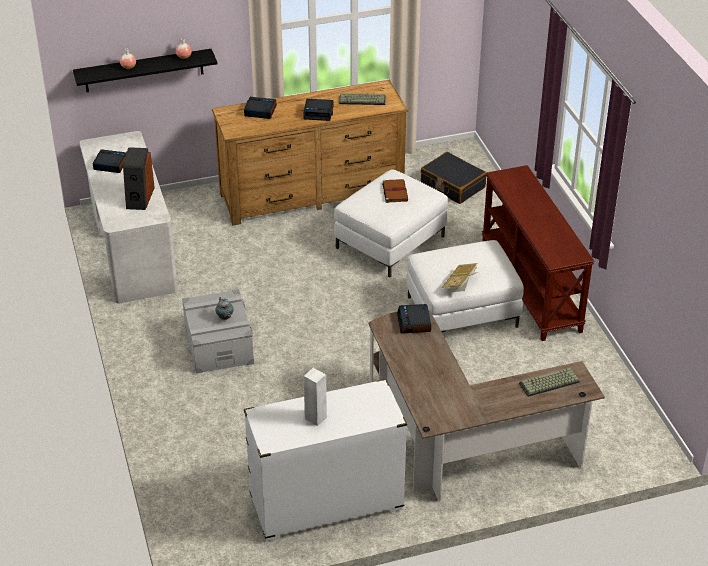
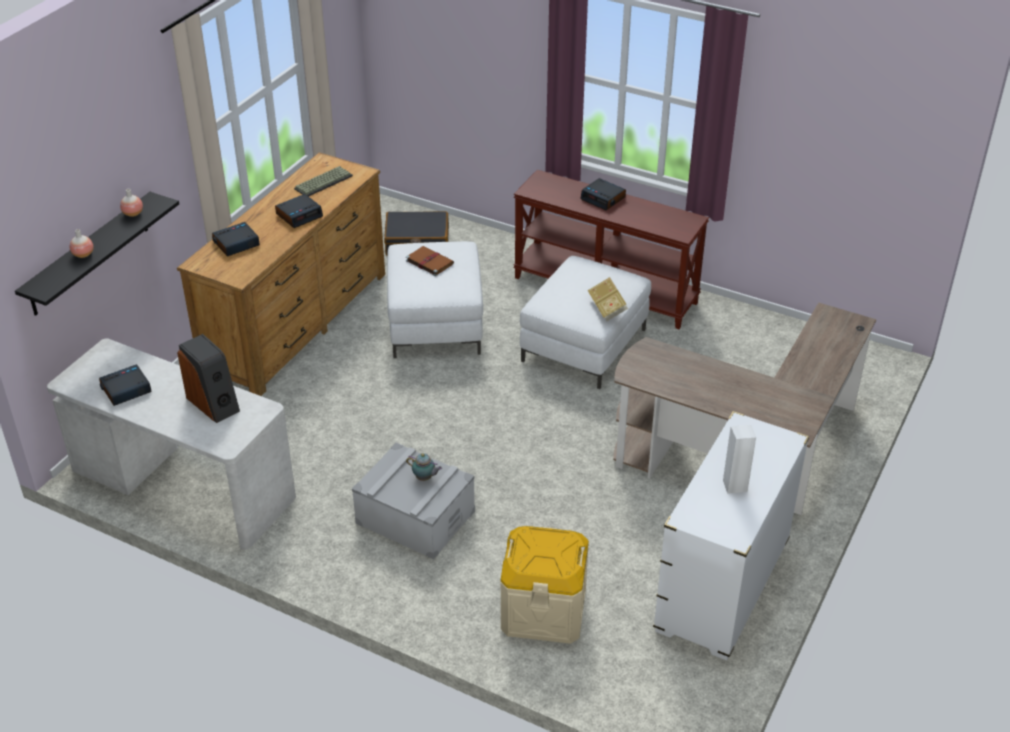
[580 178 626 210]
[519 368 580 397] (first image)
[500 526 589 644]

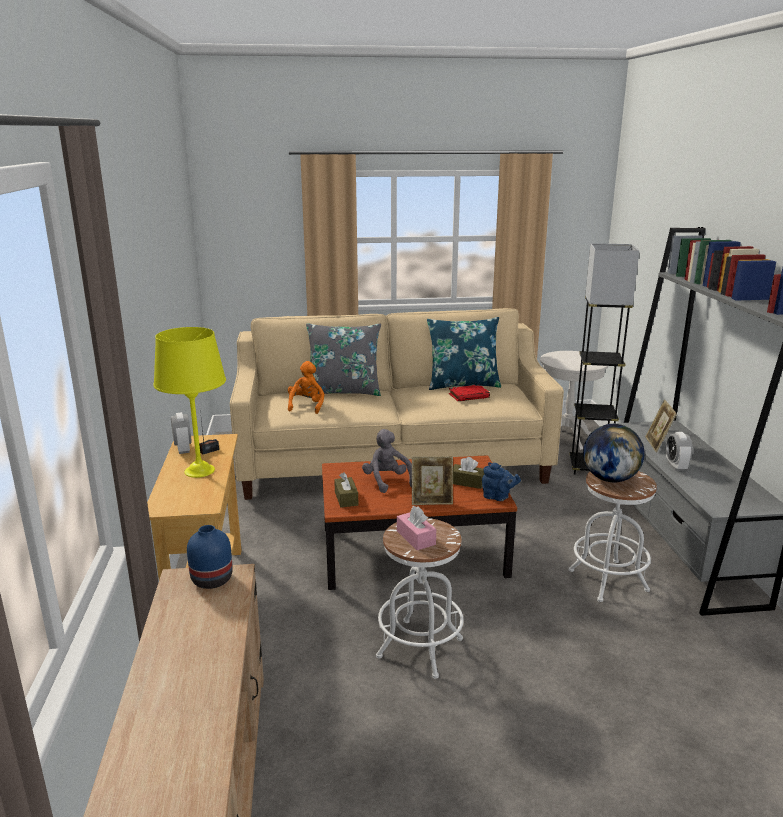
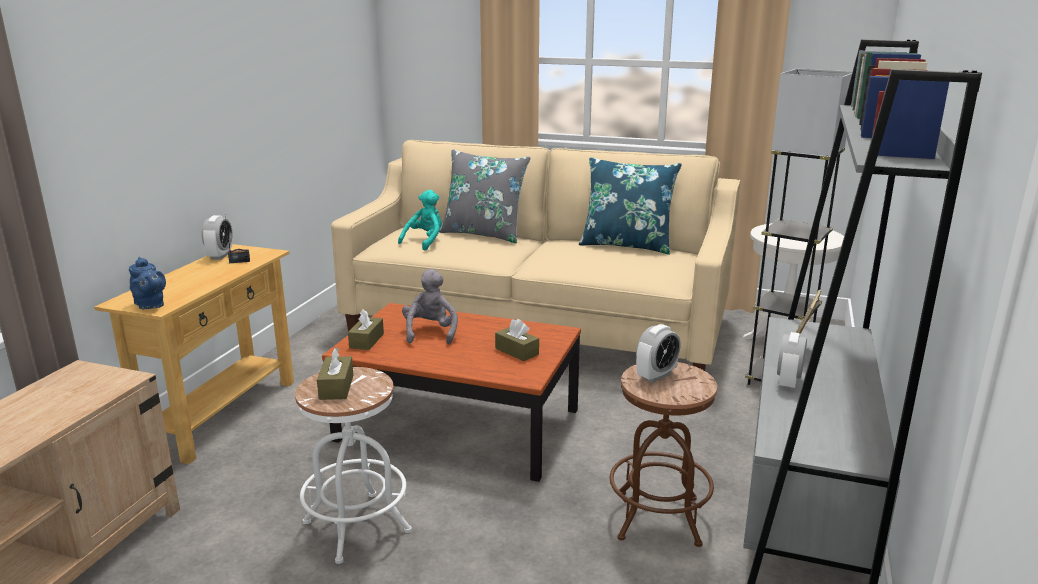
[153 327 226 478] (first image)
[398 190 442 251]
[449 385 490 401] (first image)
[636 324 681 383]
[412 456 453 505] (first image)
[129 257 166 309]
[610 362 717 547]
[317 347 353 400]
[187 525 233 589] (first image)

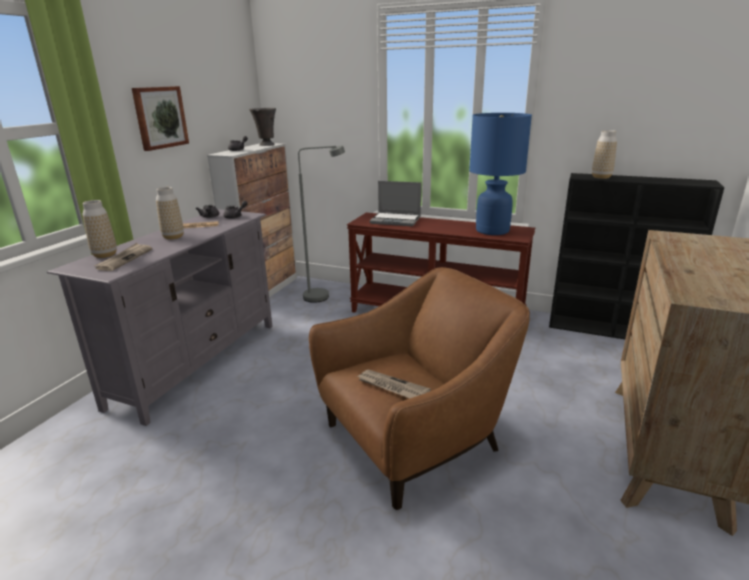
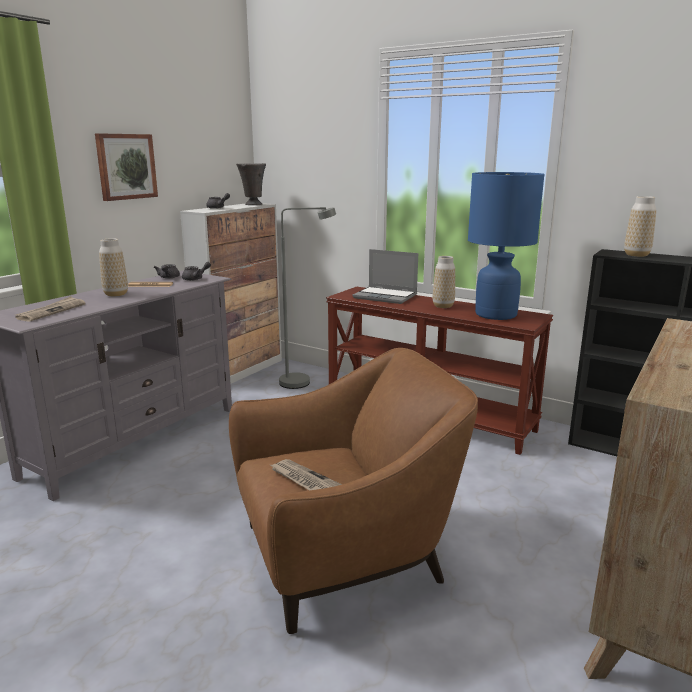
[433 256 455 308]

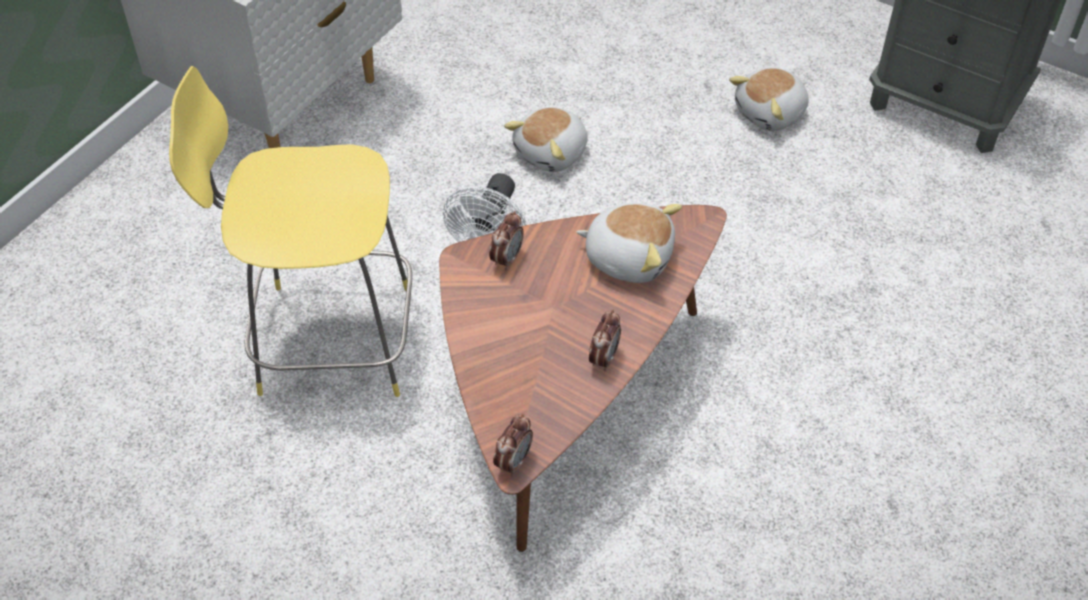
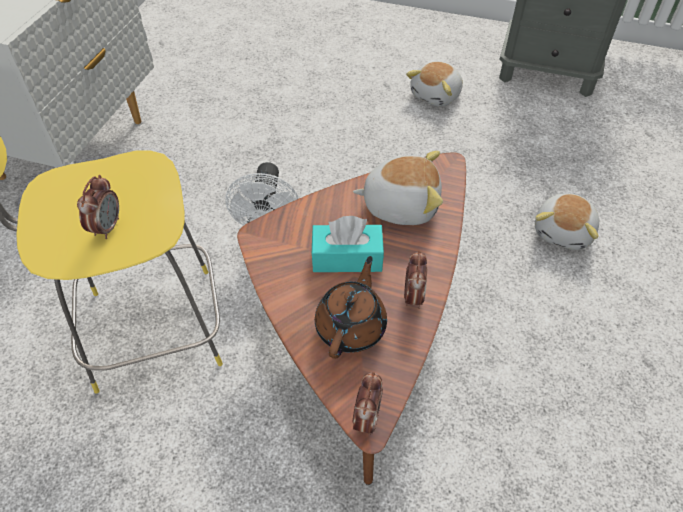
[535 193 599 250]
[77 175 119 239]
[311 216 384 272]
[315 256 387 359]

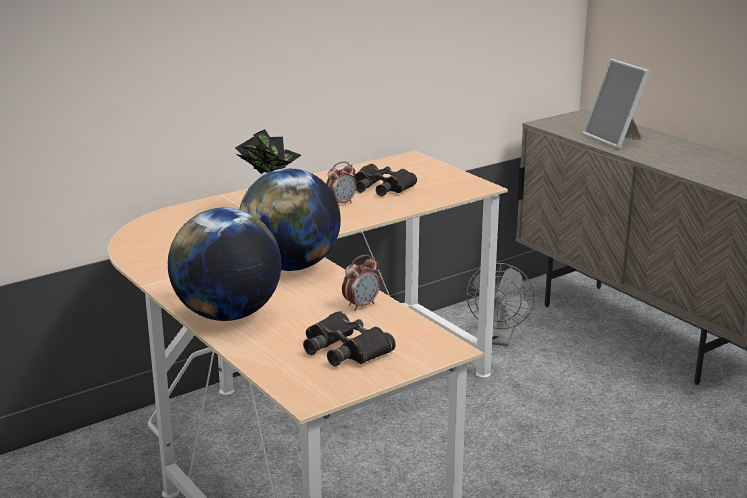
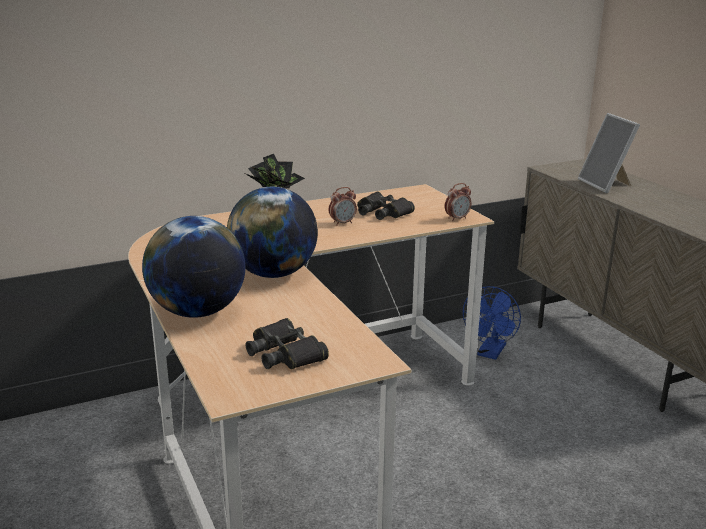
[445 183 472 221]
[463 286 521 360]

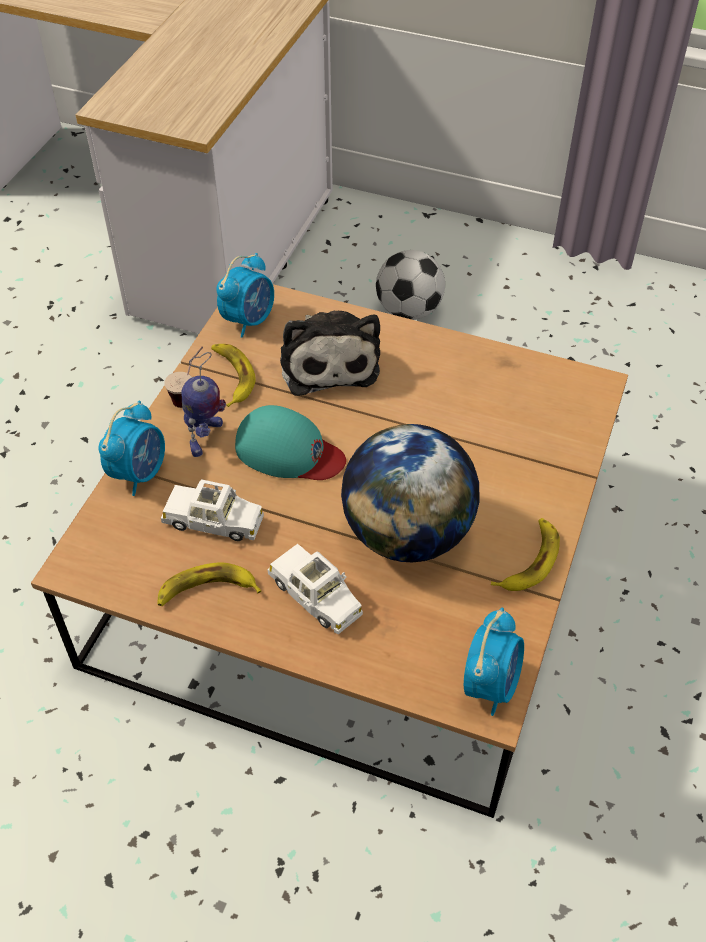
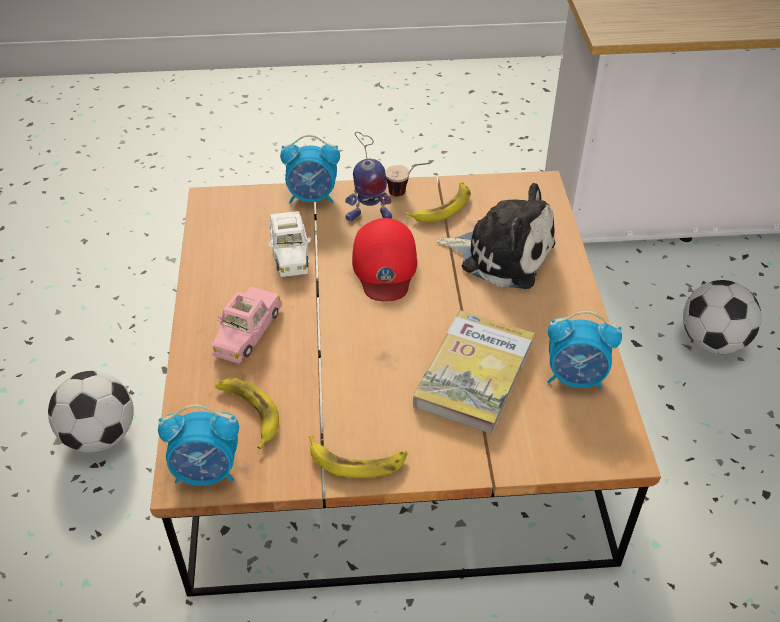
[547 311 622 389]
[436 183 555 289]
[352 218 417 302]
[341 424 480 562] (first image)
[212 287 283 364]
[215 378 279 449]
[413 310 535 434]
[48 371 134 453]

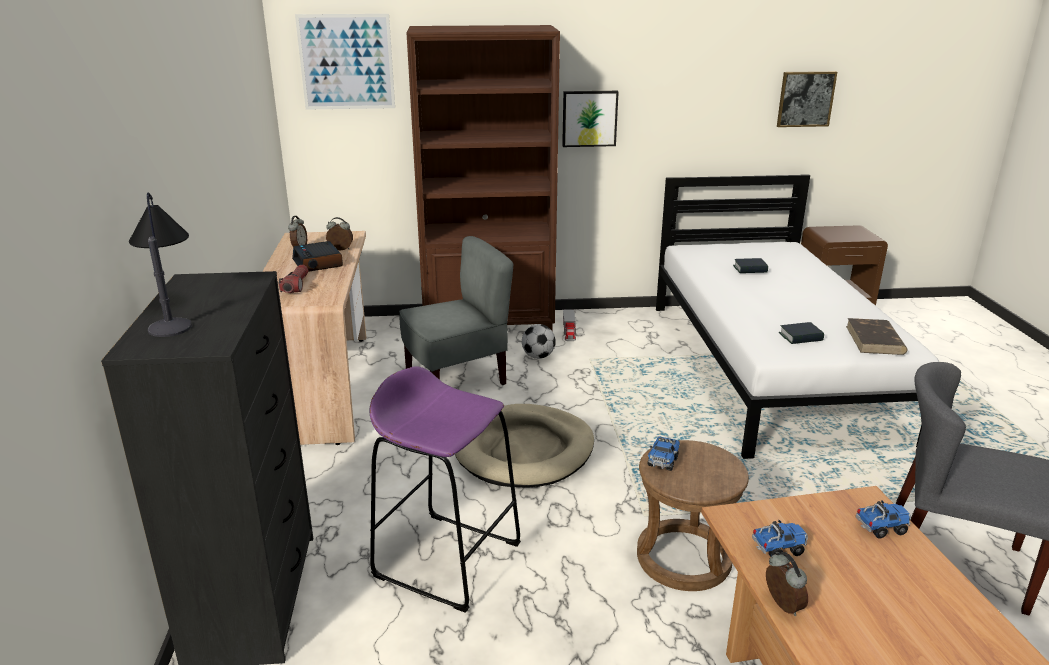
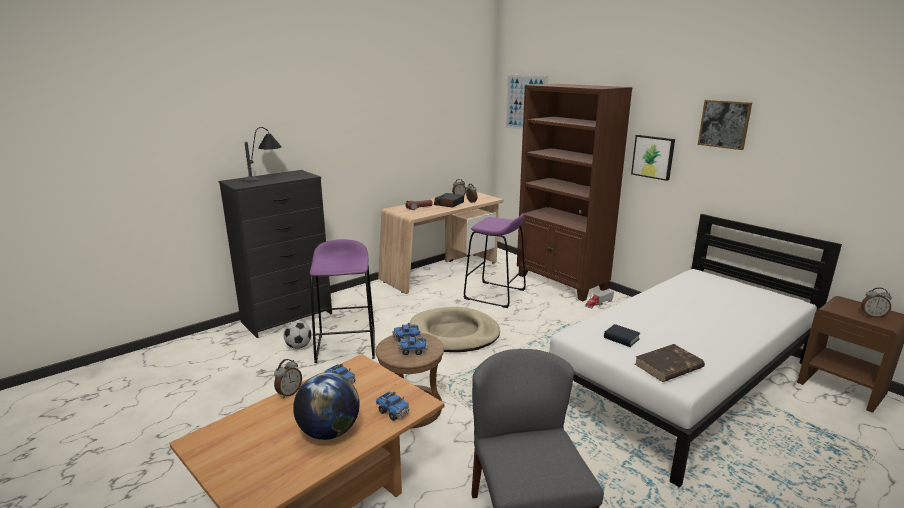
[698 100 752 150]
[464 213 526 308]
[733 258 768 273] (first image)
[284 321 312 349]
[861 287 892 318]
[398 335 428 355]
[293 373 360 440]

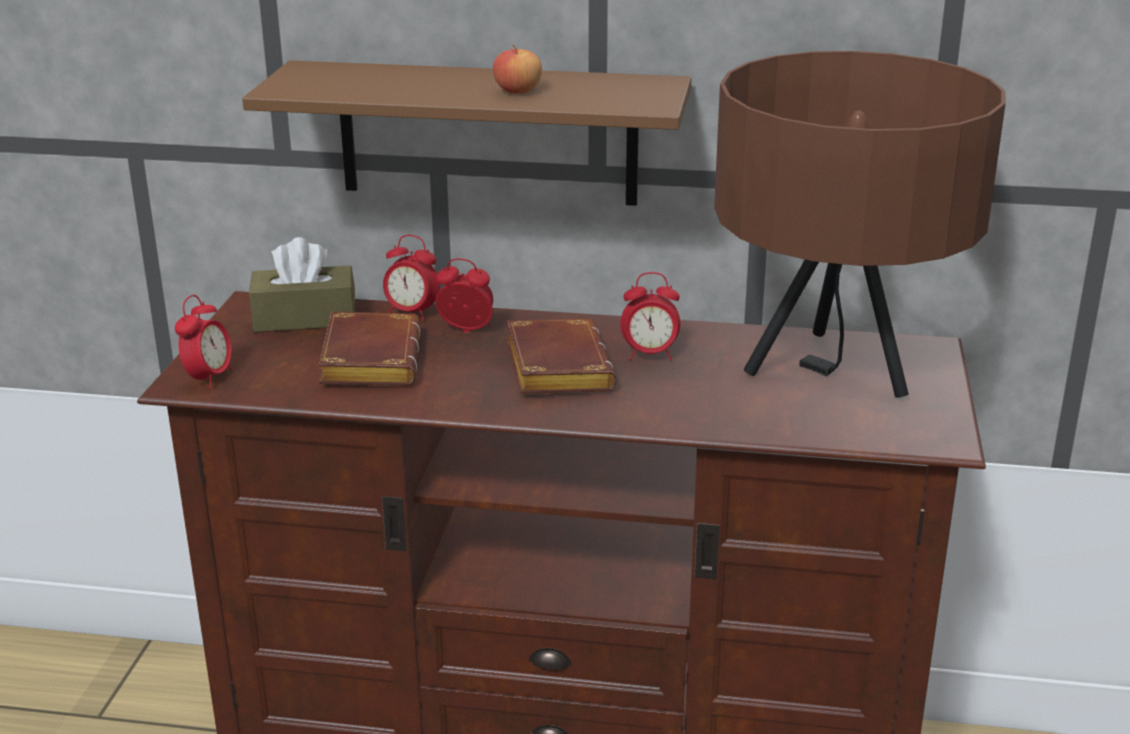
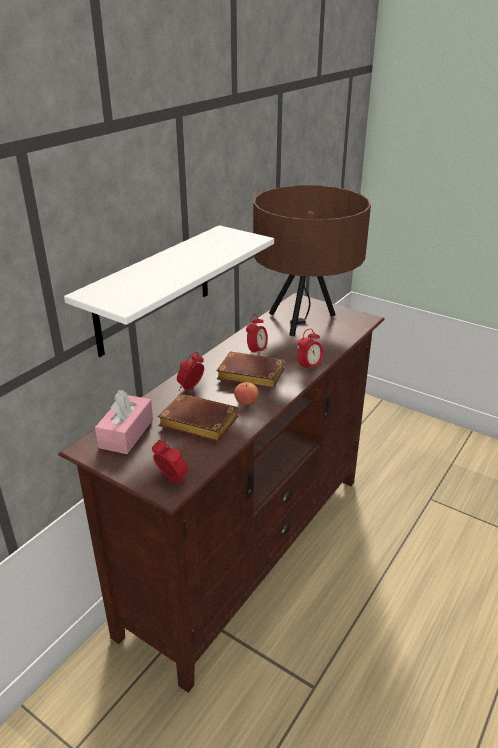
[234 382 259 405]
[64 225 274 357]
[297 329 323 373]
[95 390 153 454]

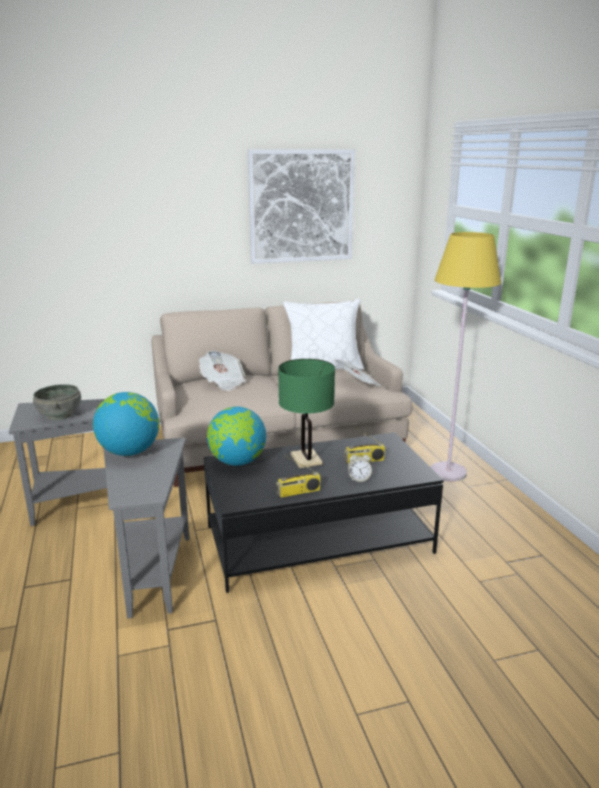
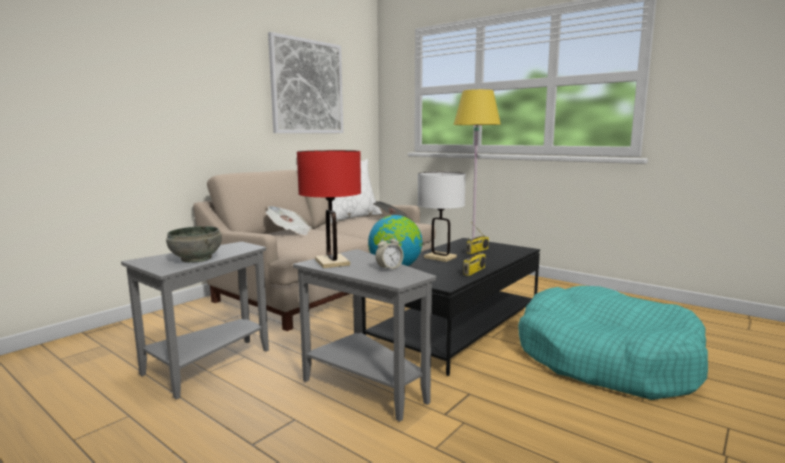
[418 172 466 262]
[297 150 361 268]
[375 235 404 270]
[518 286 708 400]

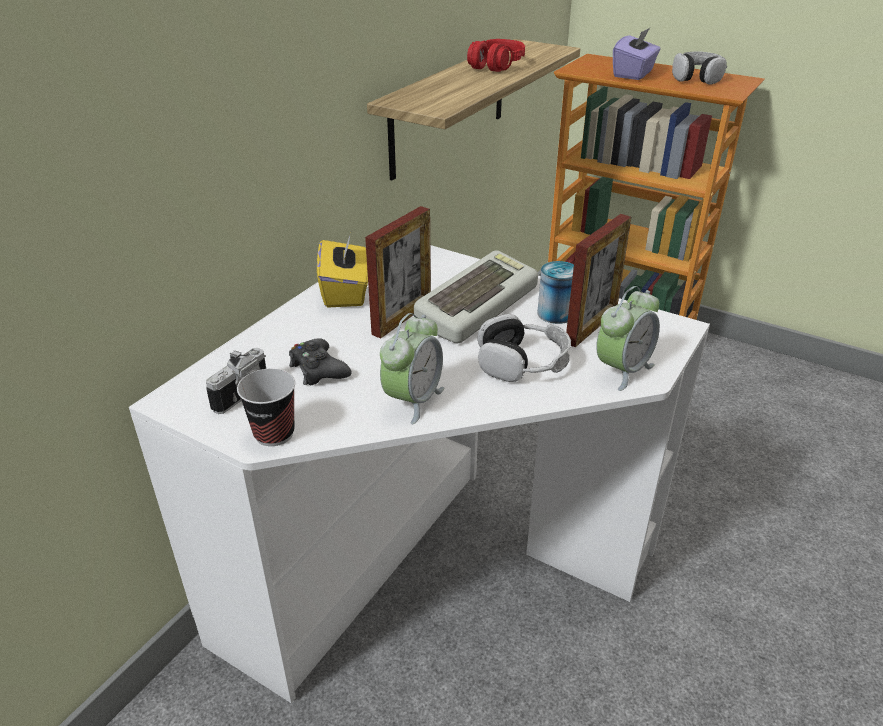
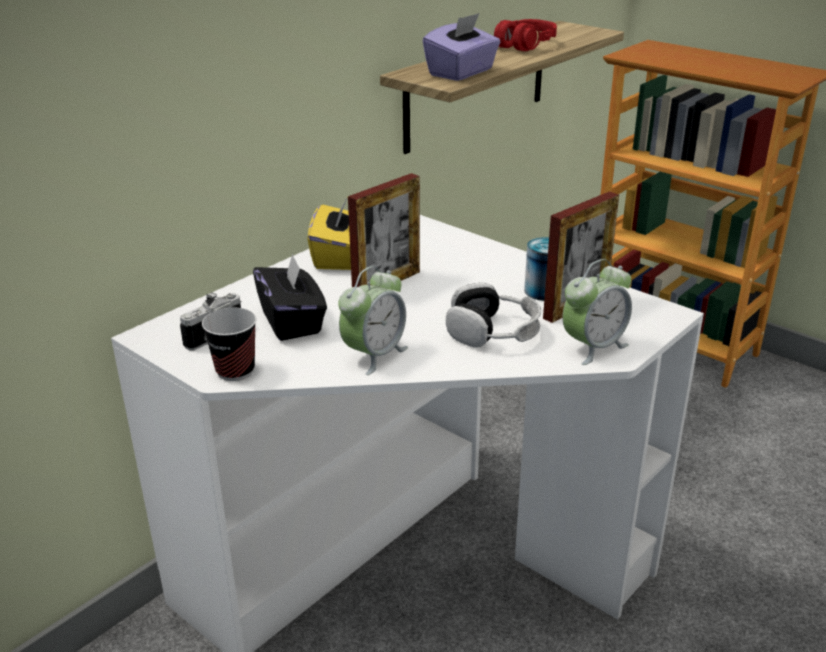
[423 13 500 81]
[672 52 727 85] (first image)
[414 250 538 343] (first image)
[253 254 327 341]

